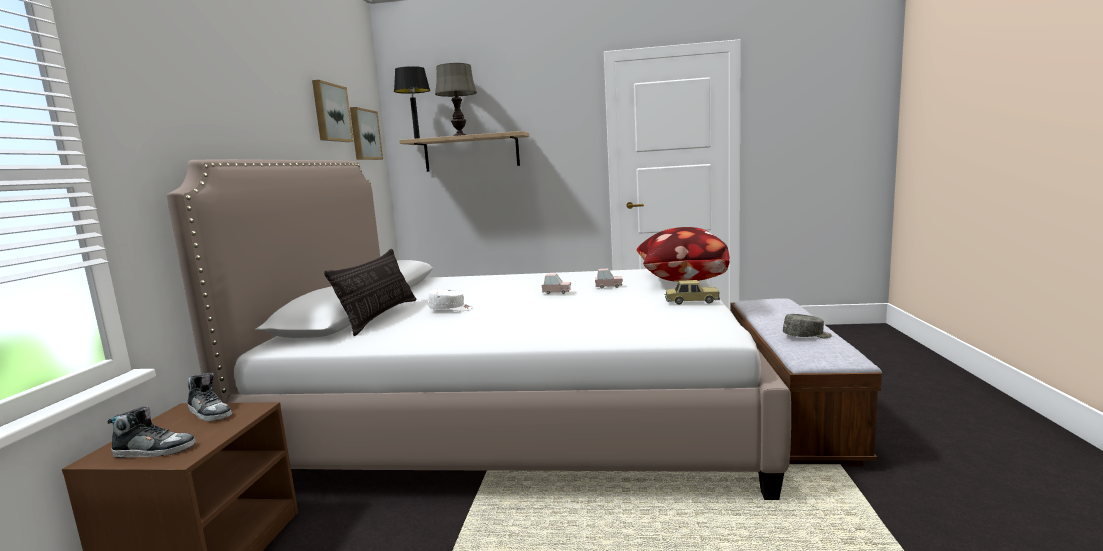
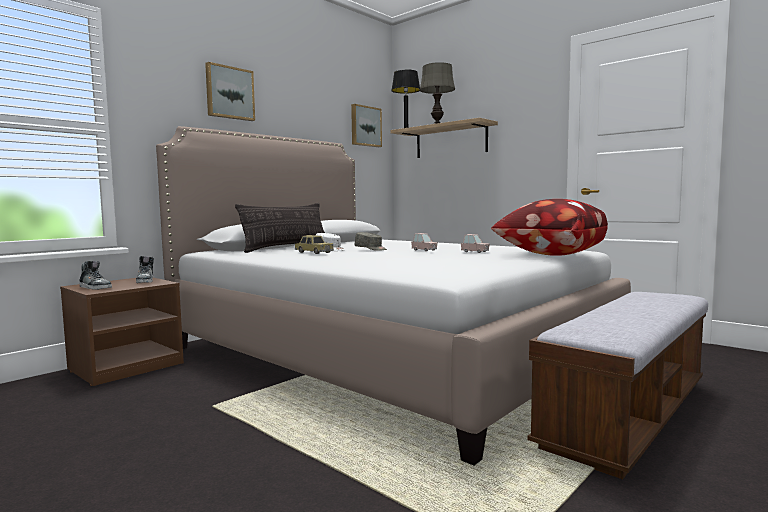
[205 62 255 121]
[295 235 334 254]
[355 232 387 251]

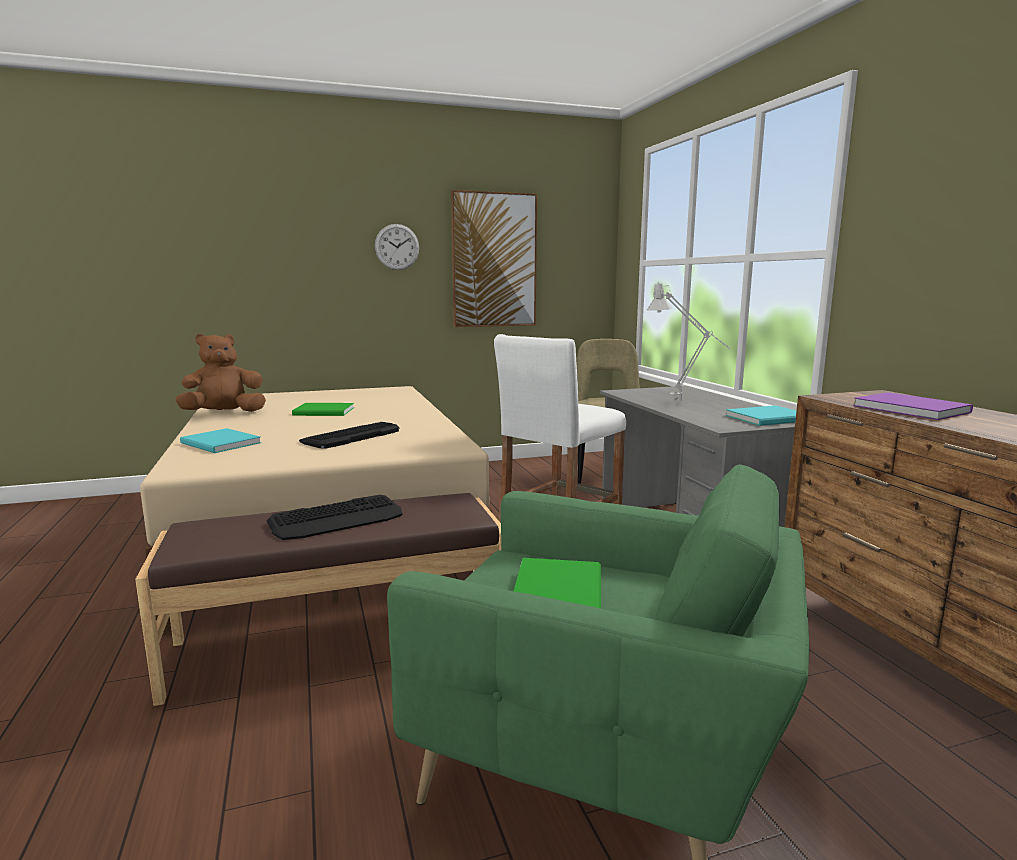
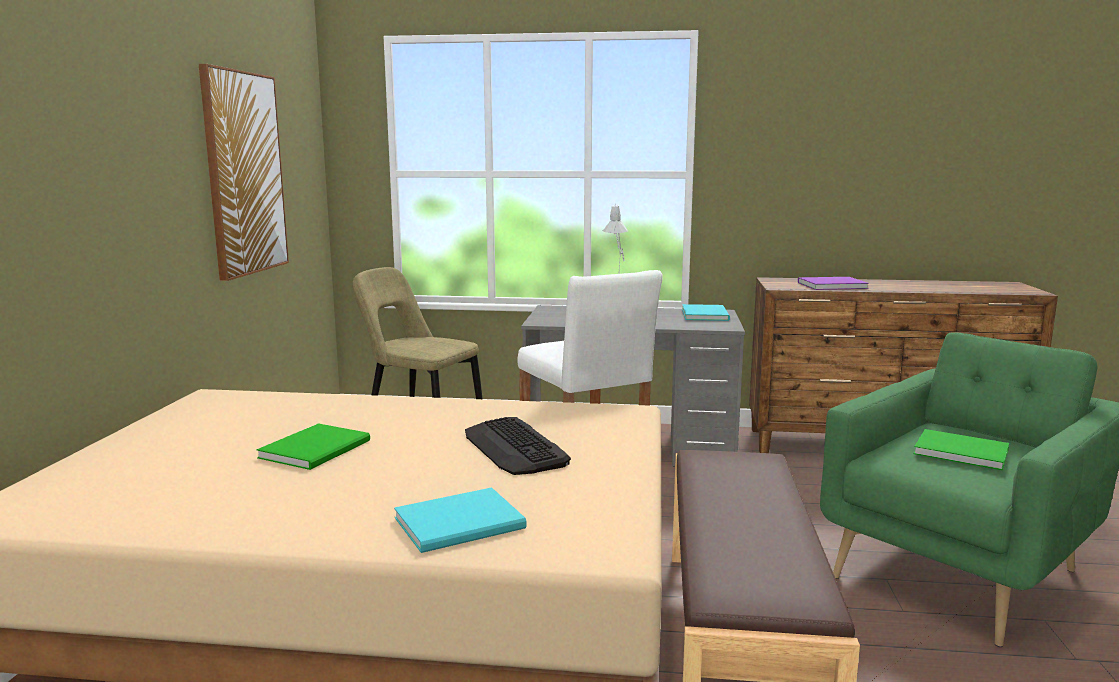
[375 224 419 270] (first image)
[175 334 266 412] (first image)
[267 495 402 540] (first image)

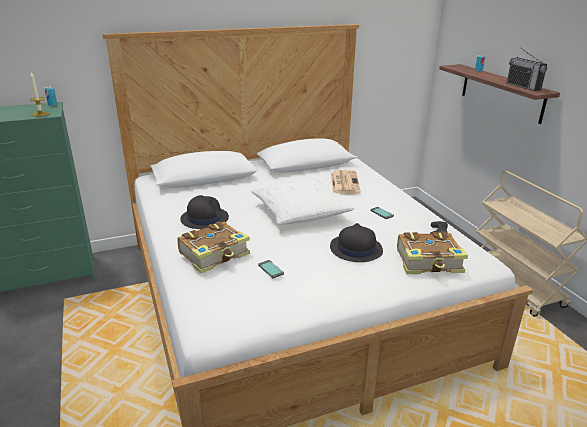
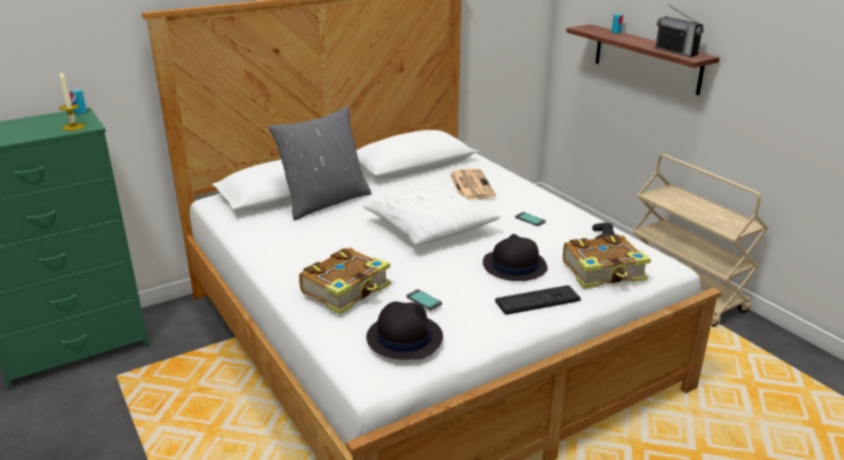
[366 301 443 360]
[268 106 371 220]
[495 285 581 315]

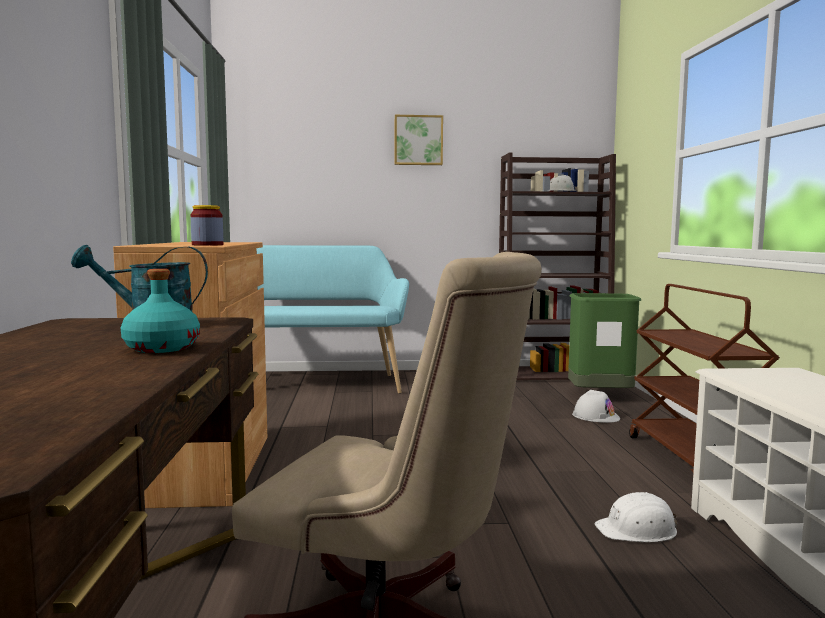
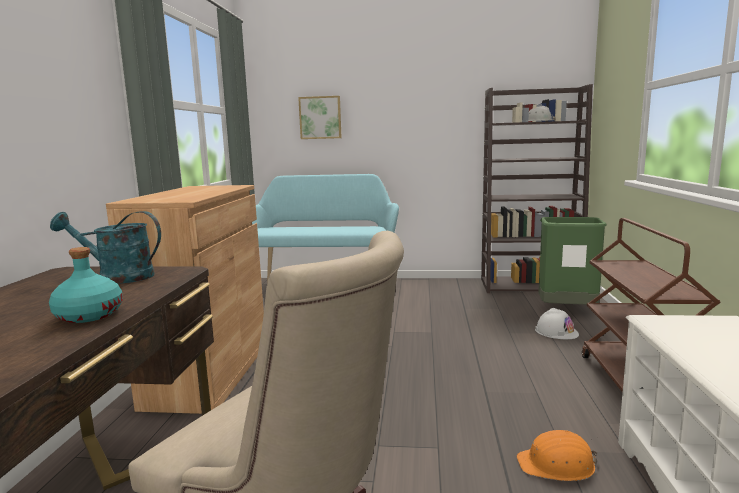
[298 96 342 139]
[191 205 223 246] (first image)
[517 430 597 481]

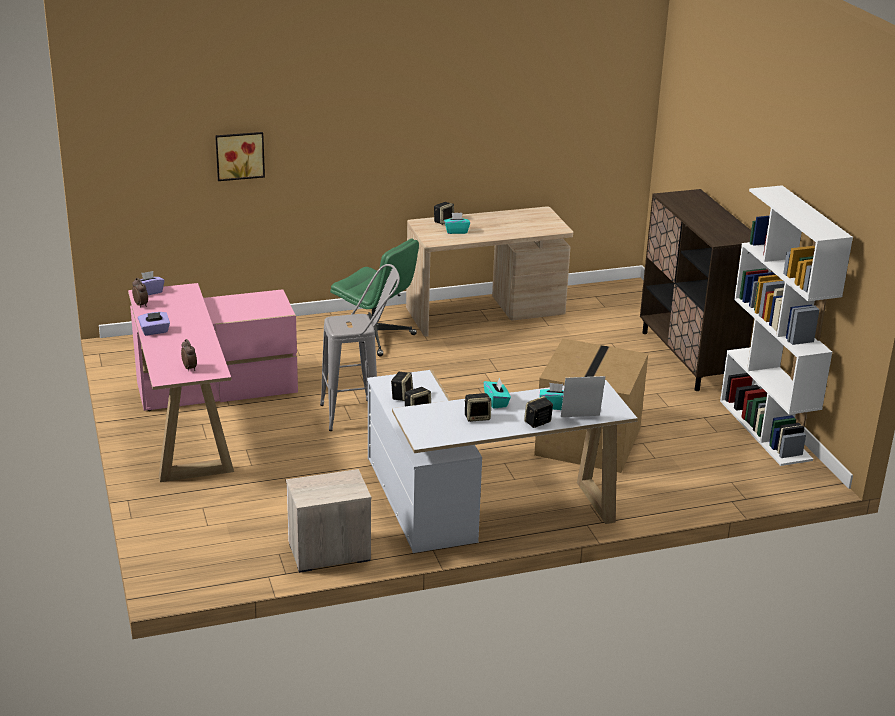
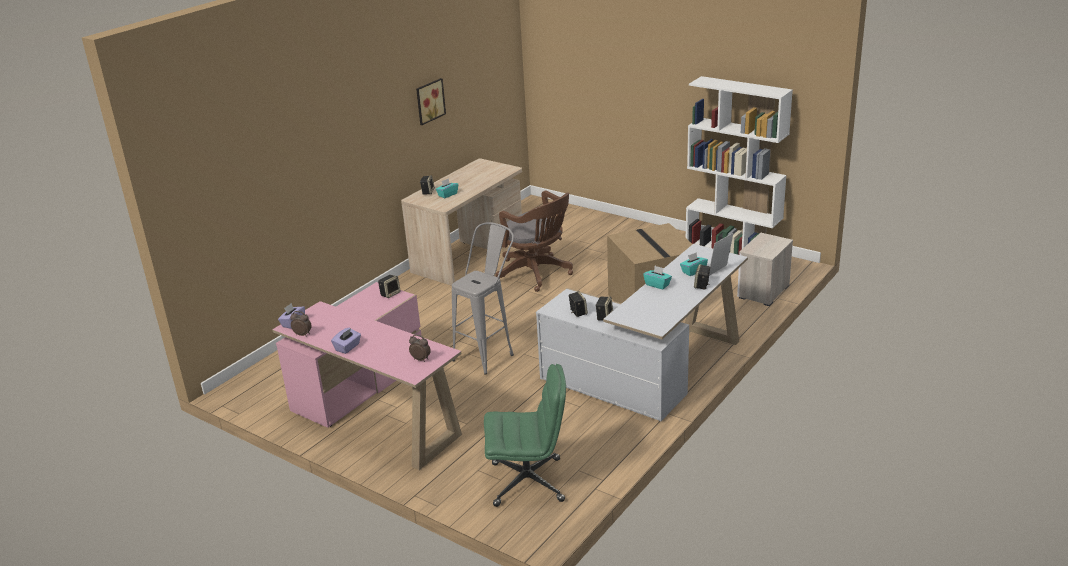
[416 78 446 125]
[640 189 754 391] (first image)
[484 364 566 507]
[378 275 401 298]
[737 233 793 306]
[495 191 573 292]

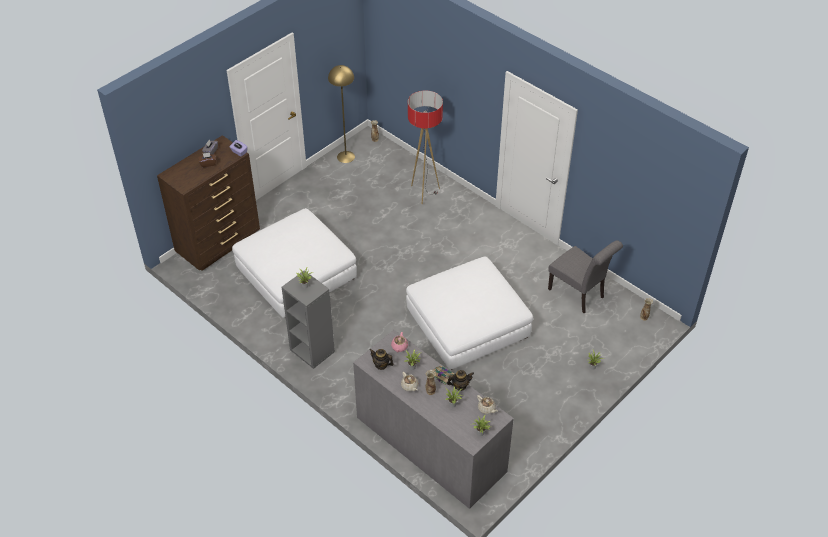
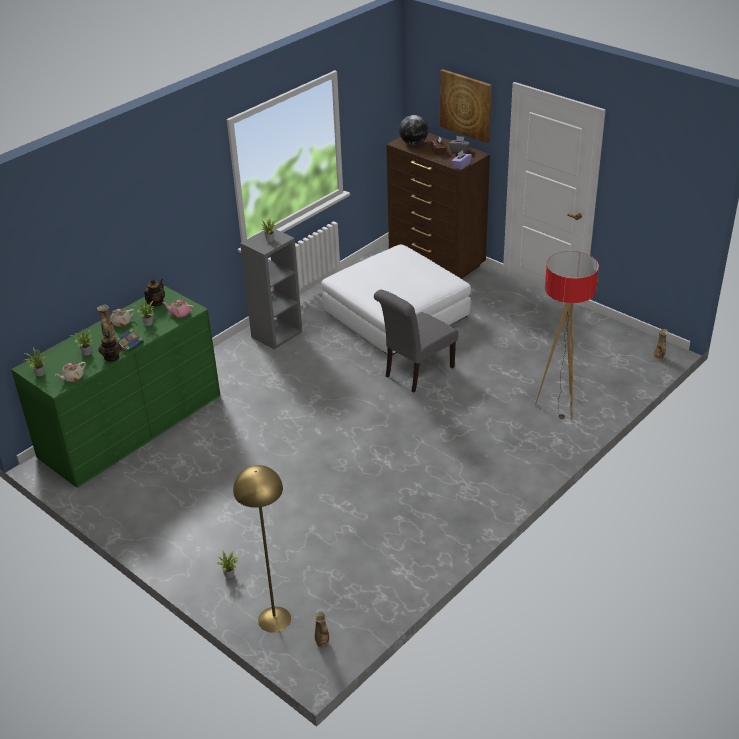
[233 465 291 633]
[374 290 458 393]
[406 257 533 370] (first image)
[11 286 221 488]
[440 69 492 143]
[399 115 429 145]

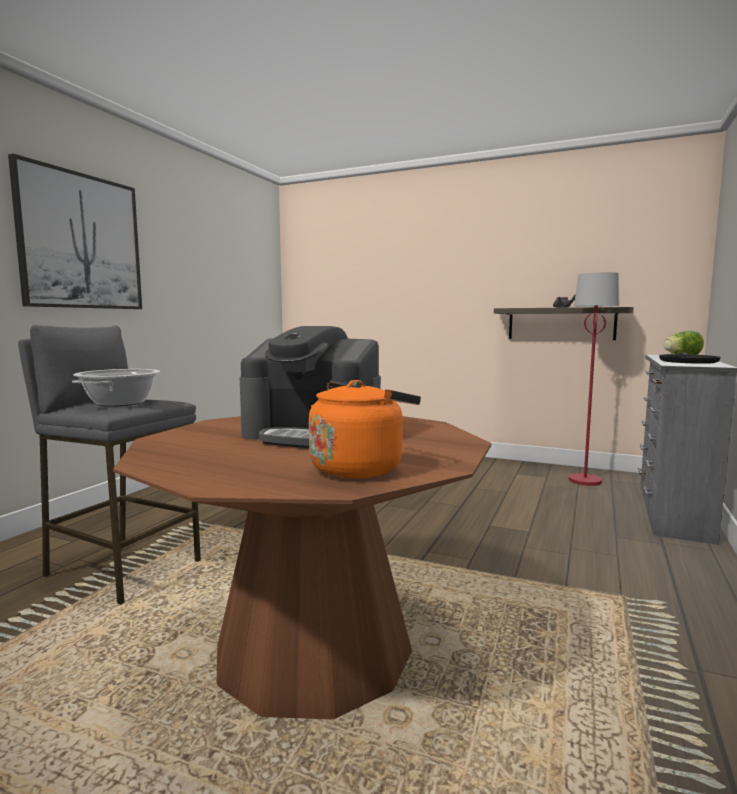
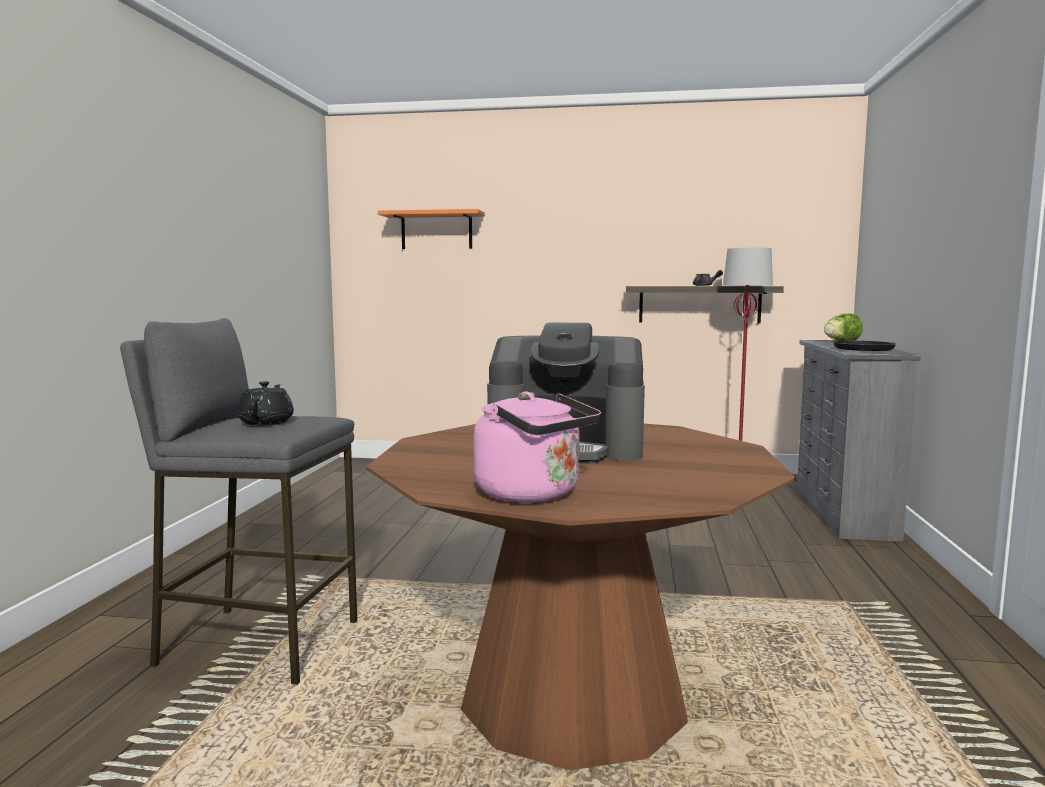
[8 154 142 309] (first image)
[237 381 294 426]
[309 380 421 479] (first image)
[378 209 485 249]
[474 391 601 503]

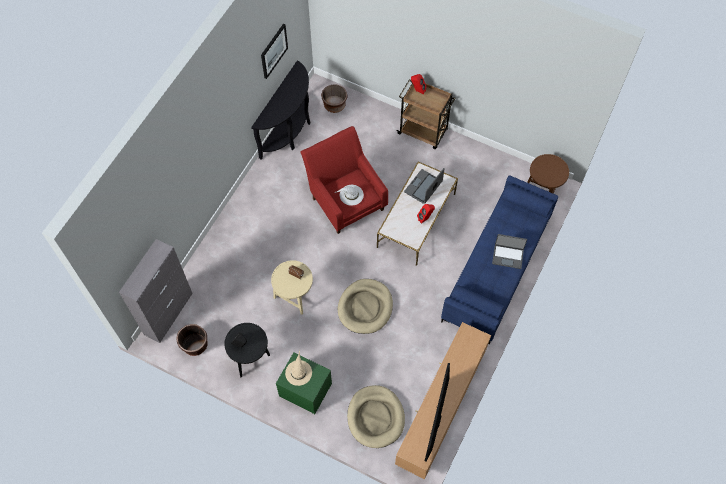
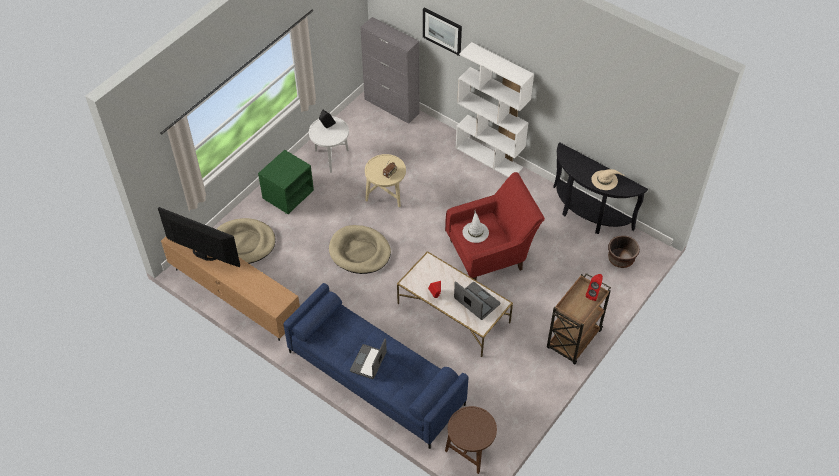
[423 7 462 56]
[309 117 349 173]
[176 324 208 356] (first image)
[591 169 625 190]
[456 42 534 177]

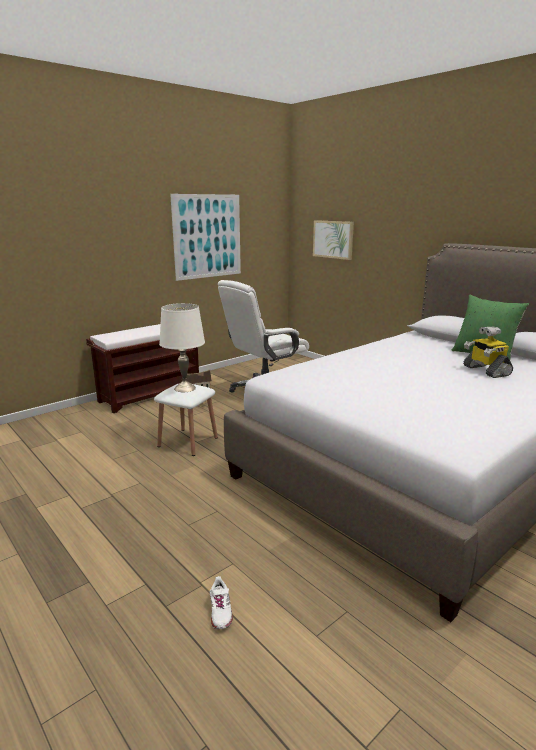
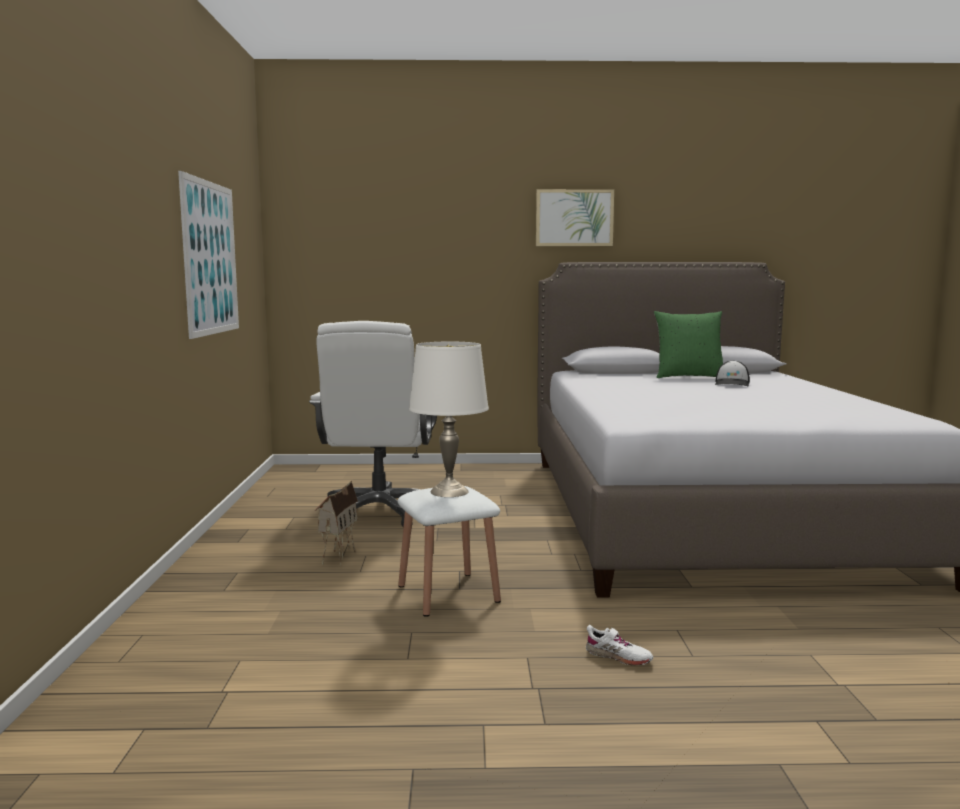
[536 189 614 246]
[86 324 199 413] (first image)
[715 360 750 386]
[586 625 653 665]

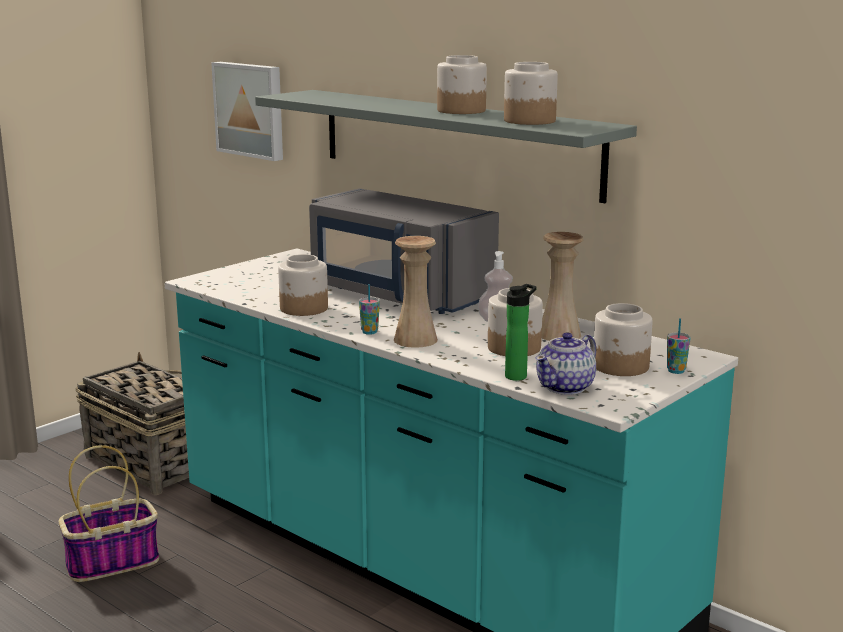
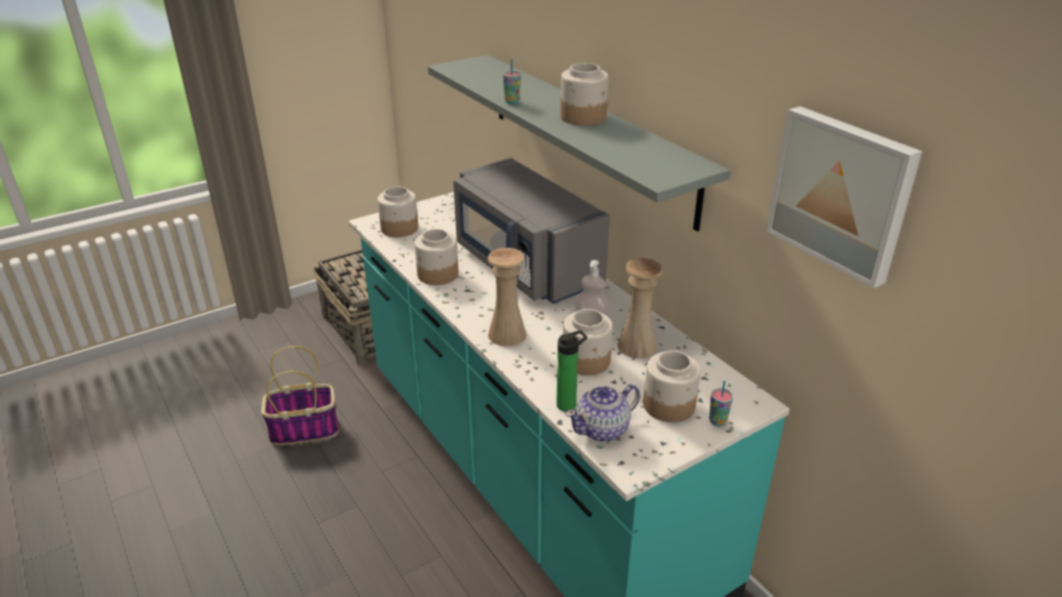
[766 106 922 288]
[378 187 418 237]
[503 59 521 104]

